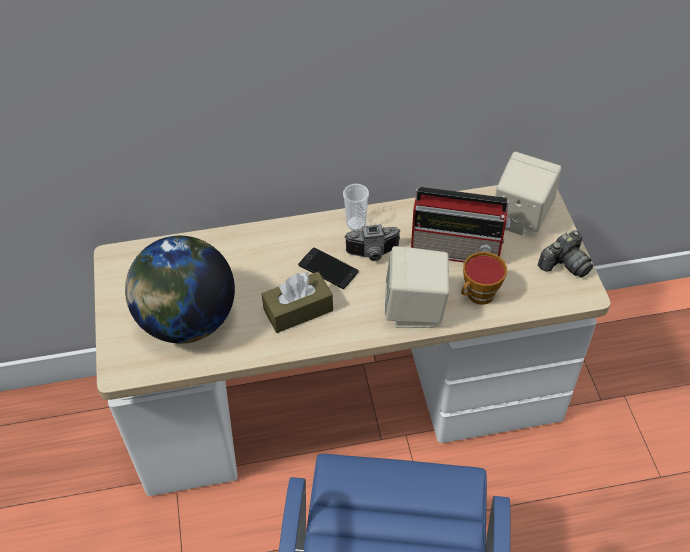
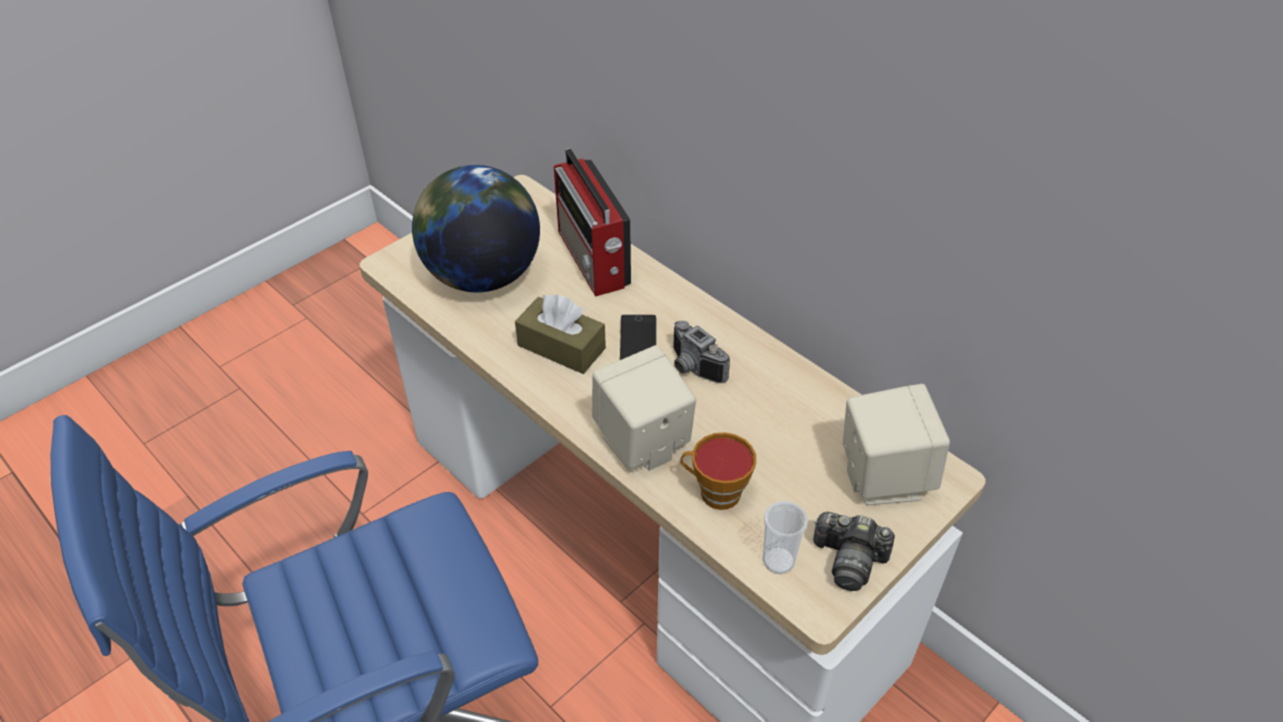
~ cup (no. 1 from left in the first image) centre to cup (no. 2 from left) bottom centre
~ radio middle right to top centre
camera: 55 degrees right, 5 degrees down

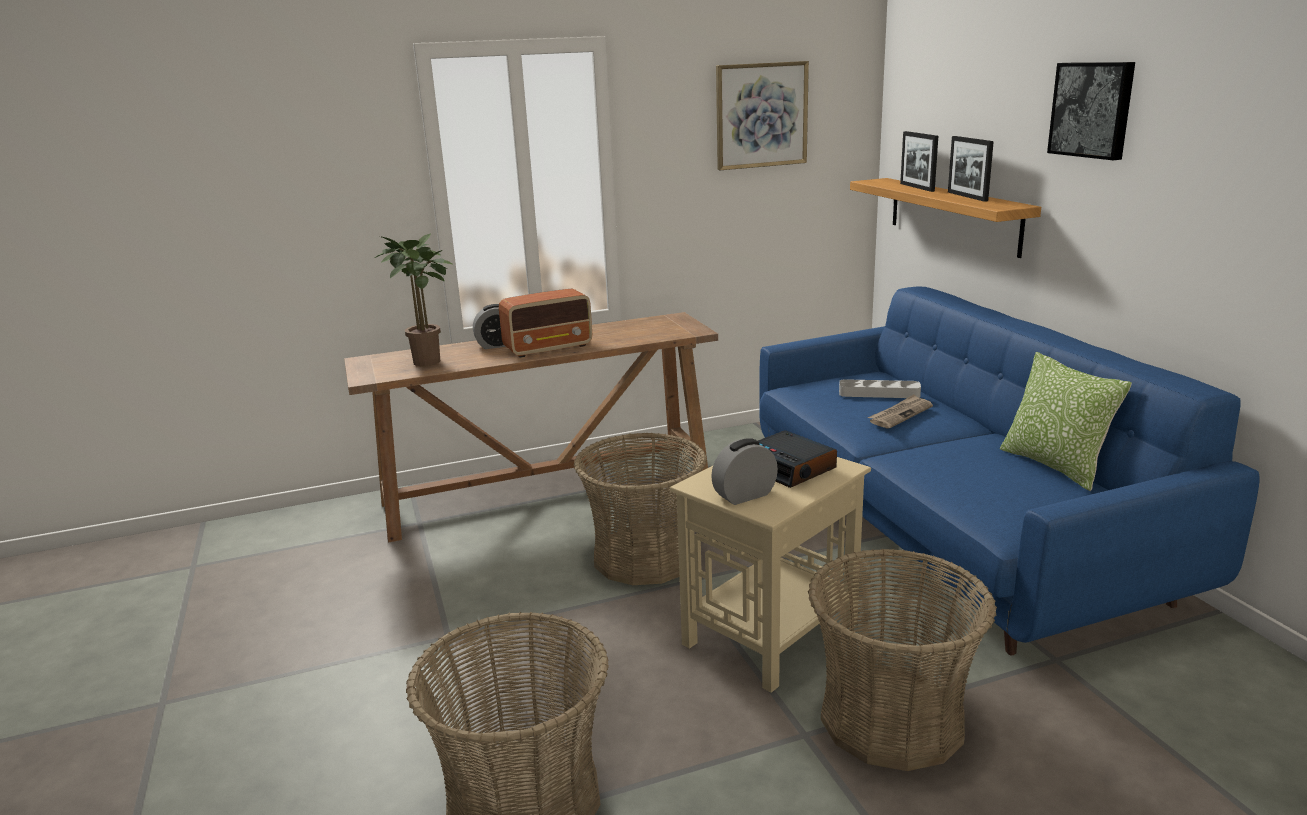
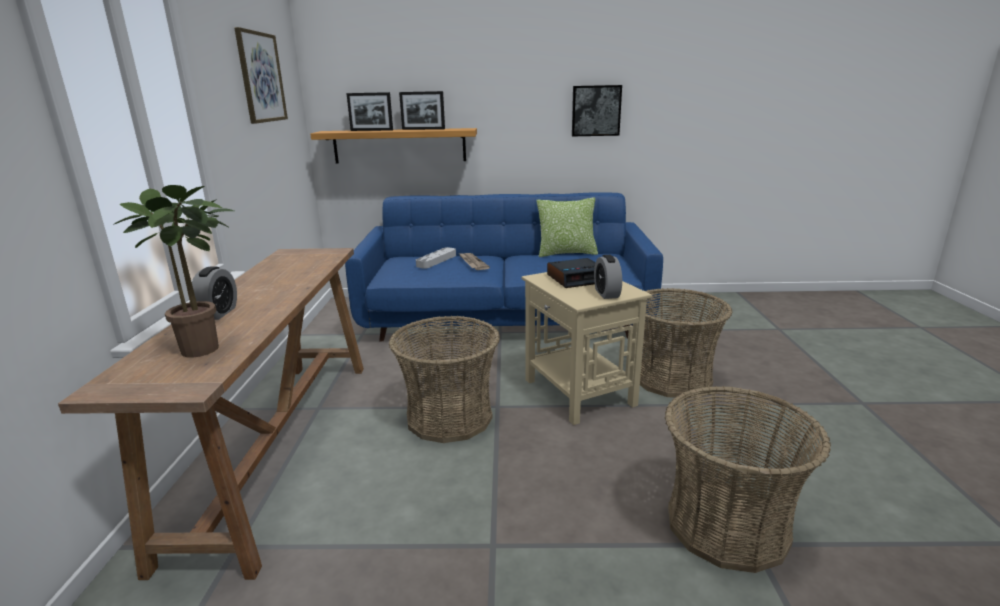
- radio centre
~ picture (no. 2 from left) top right to top centre
camera: 70 degrees left, 0 degrees up

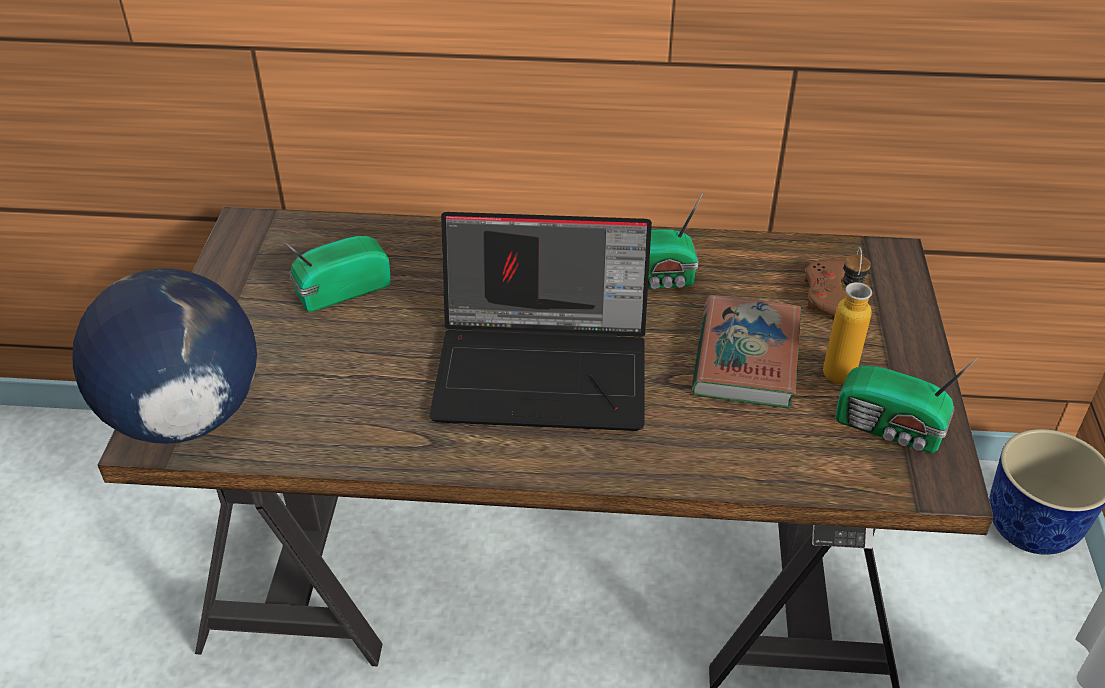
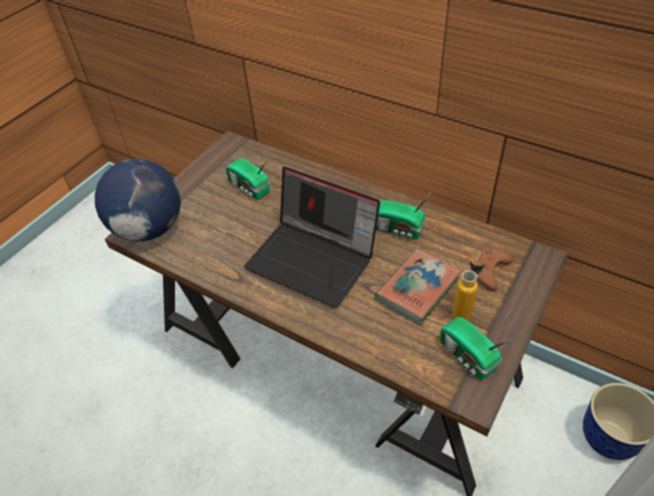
~ radio (no. 1 from left) middle left = centre 135 degrees counterclockwise
camera: 30 degrees right, 5 degrees up

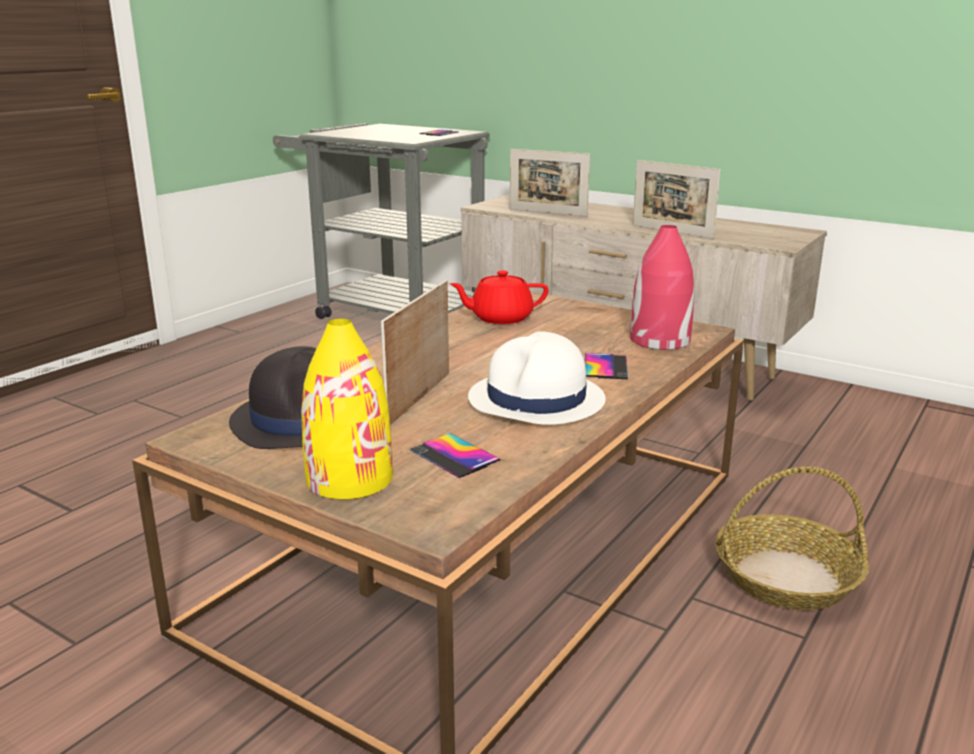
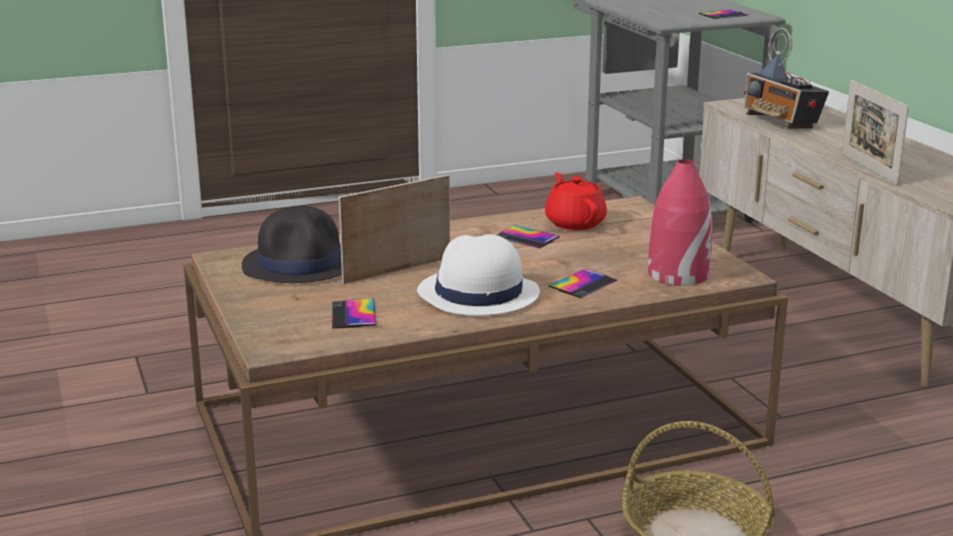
- yellow vase centre
~ red teapot centre = centre 45 degrees clockwise
~ picture frame (no. 2 from left) top centre to radio top right
+ phone (no. 2 from left) centre
camera: 35 degrees right, 0 degrees up

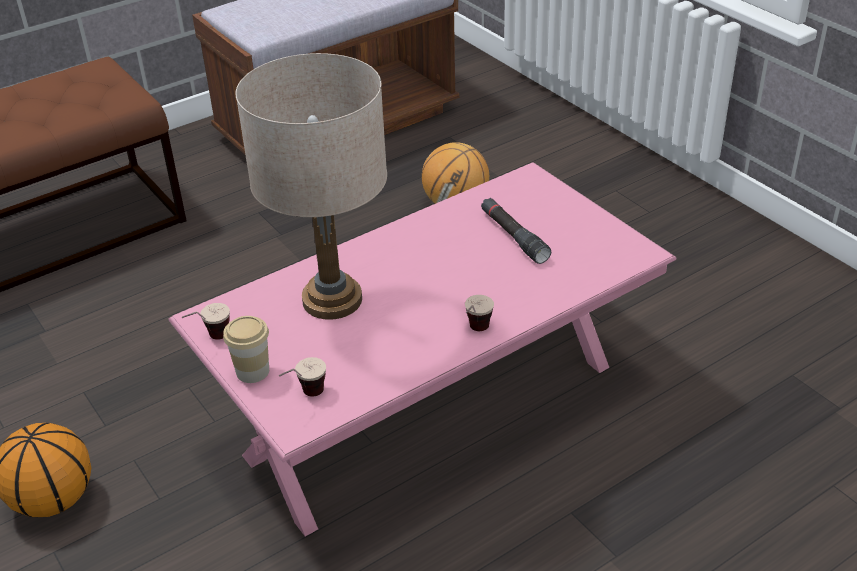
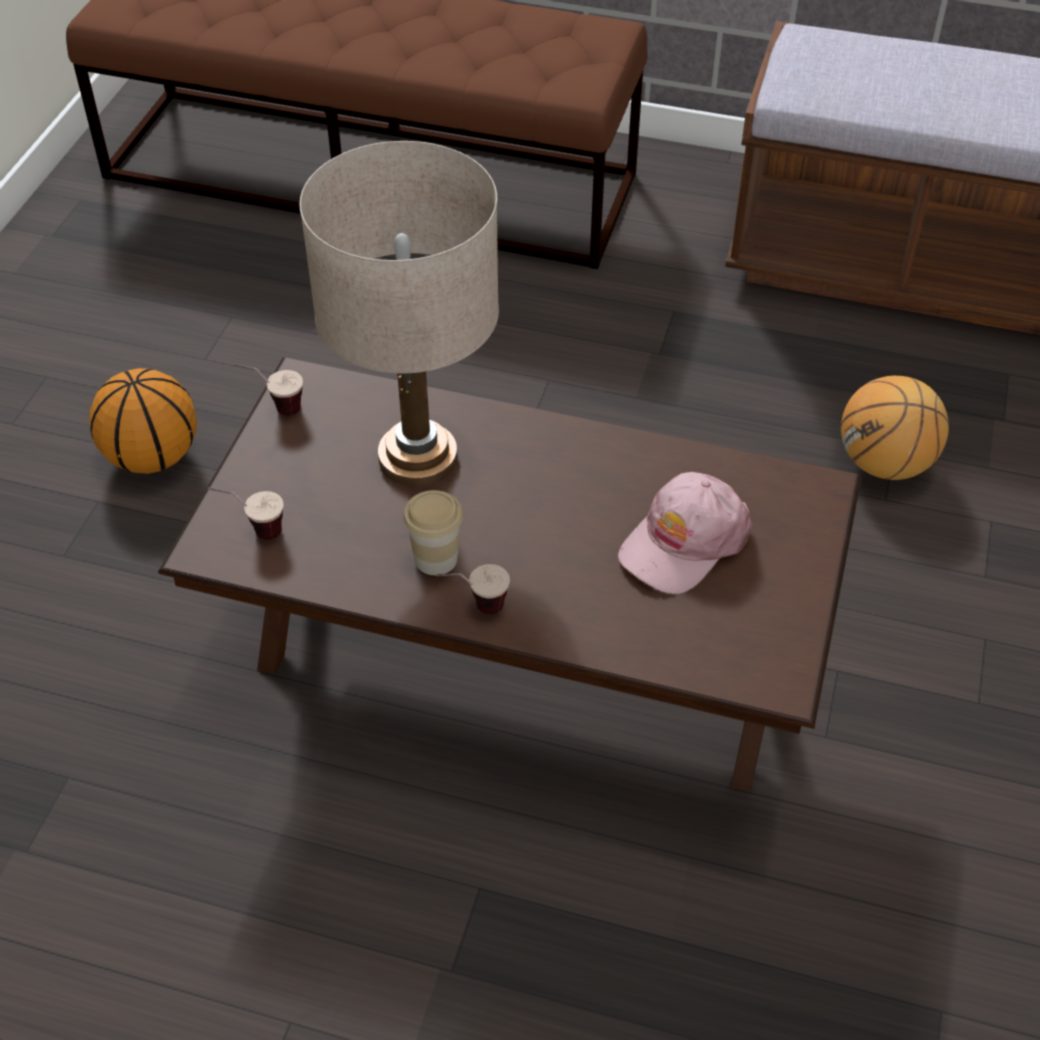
~ pink coffee table centre to brown coffee table centre
~ cup (no. 2 from left in the first image) middle left to cup (no. 3 from left) centre
~ black flashlight centre to pink cap centre
camera: 50 degrees right, 10 degrees up

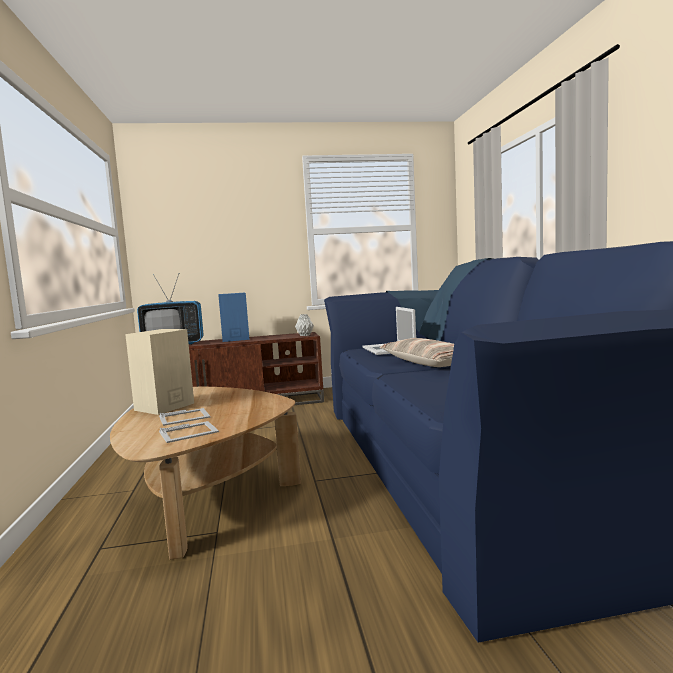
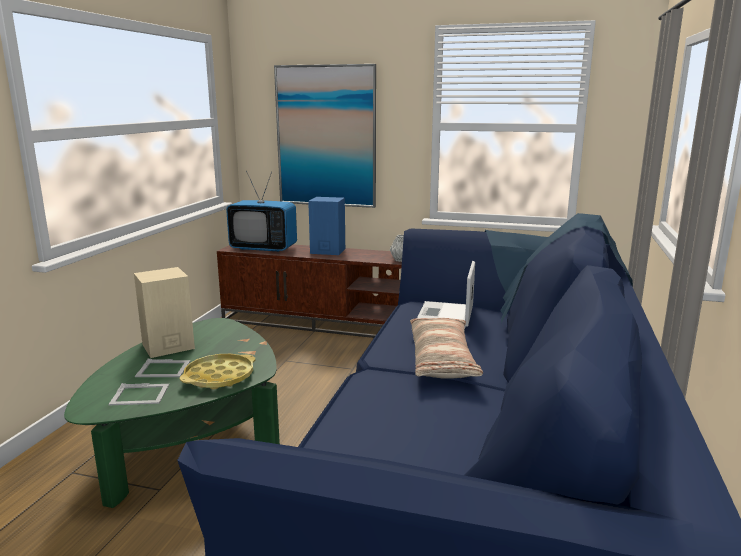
~ brown coffee table bottom left to green coffee table bottom left
+ yellow tray bottom left
+ picture top centre
camera: 25 degrees right, 10 degrees up

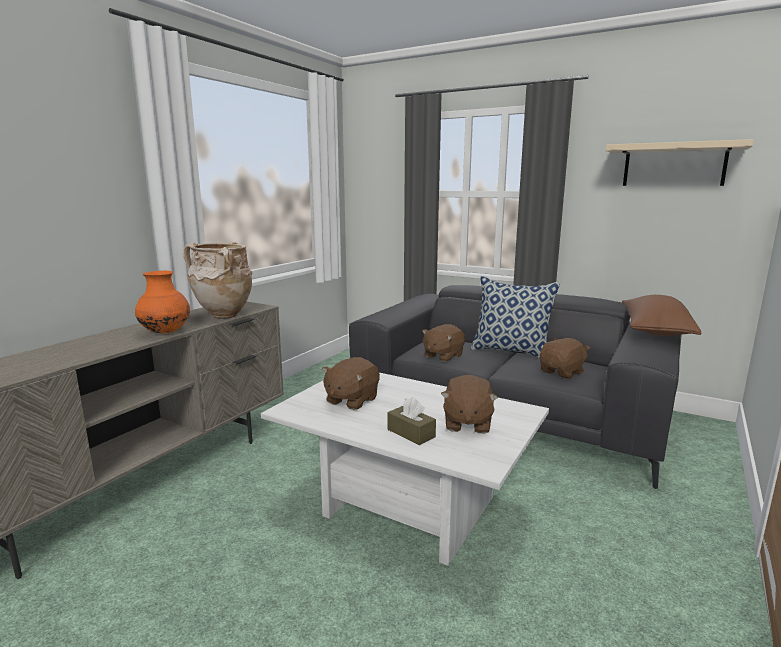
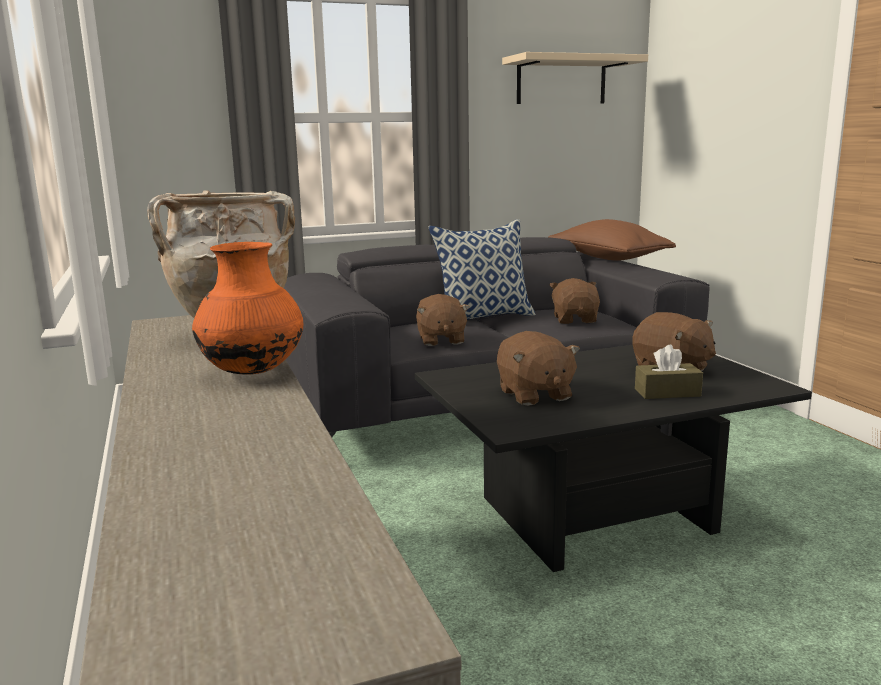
~ white coffee table bottom centre to black coffee table bottom right
camera: 50 degrees left, 0 degrees up

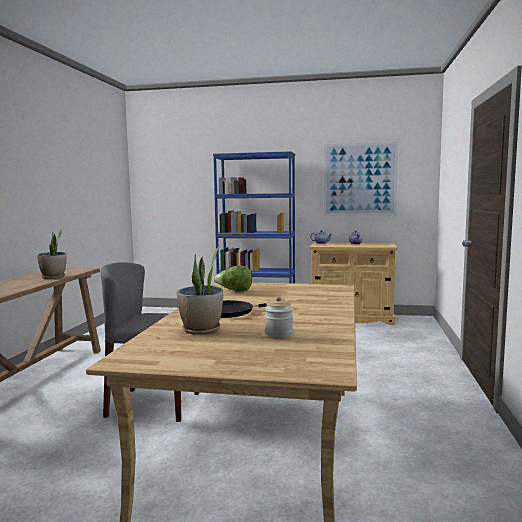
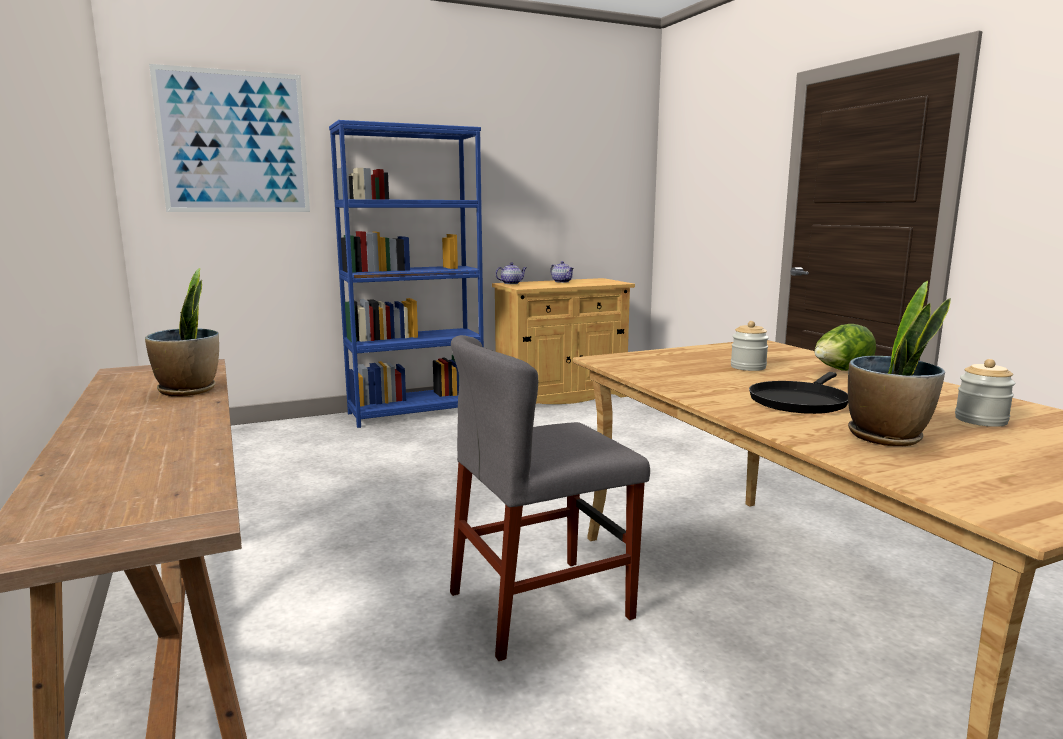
~ lettuce centre to middle right
~ picture middle right to top left
+ jar (no. 1 from left) middle right
camera: 35 degrees left, 5 degrees up

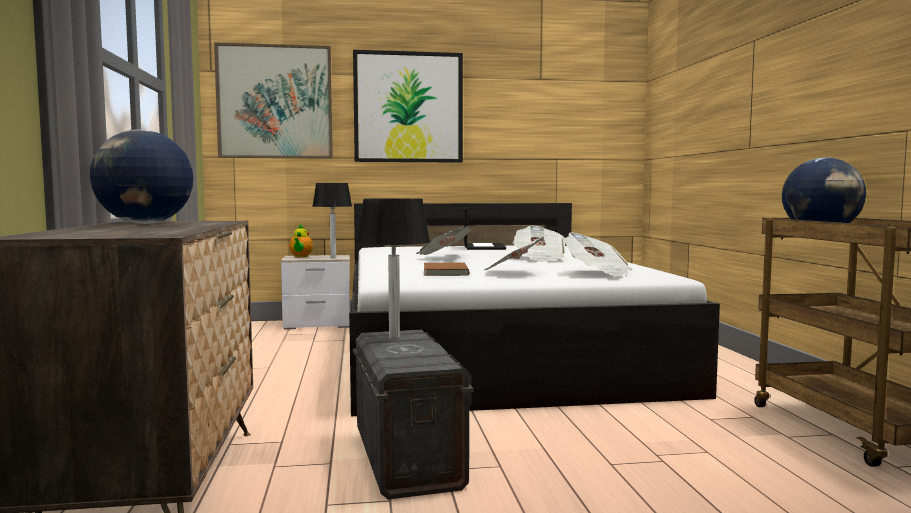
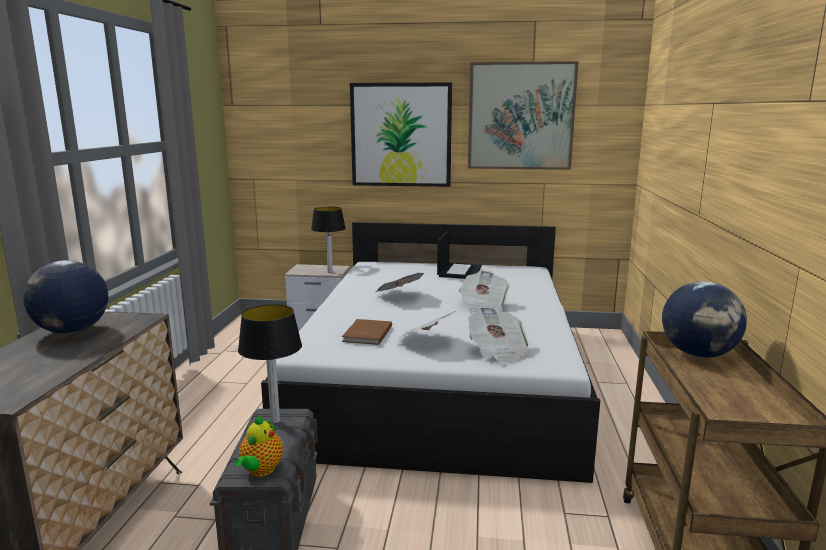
~ picture (no. 1 from left in the first image) top left to picture (no. 2 from left) top centre
~ teapot middle left to bottom left
camera: 15 degrees right, 10 degrees up

